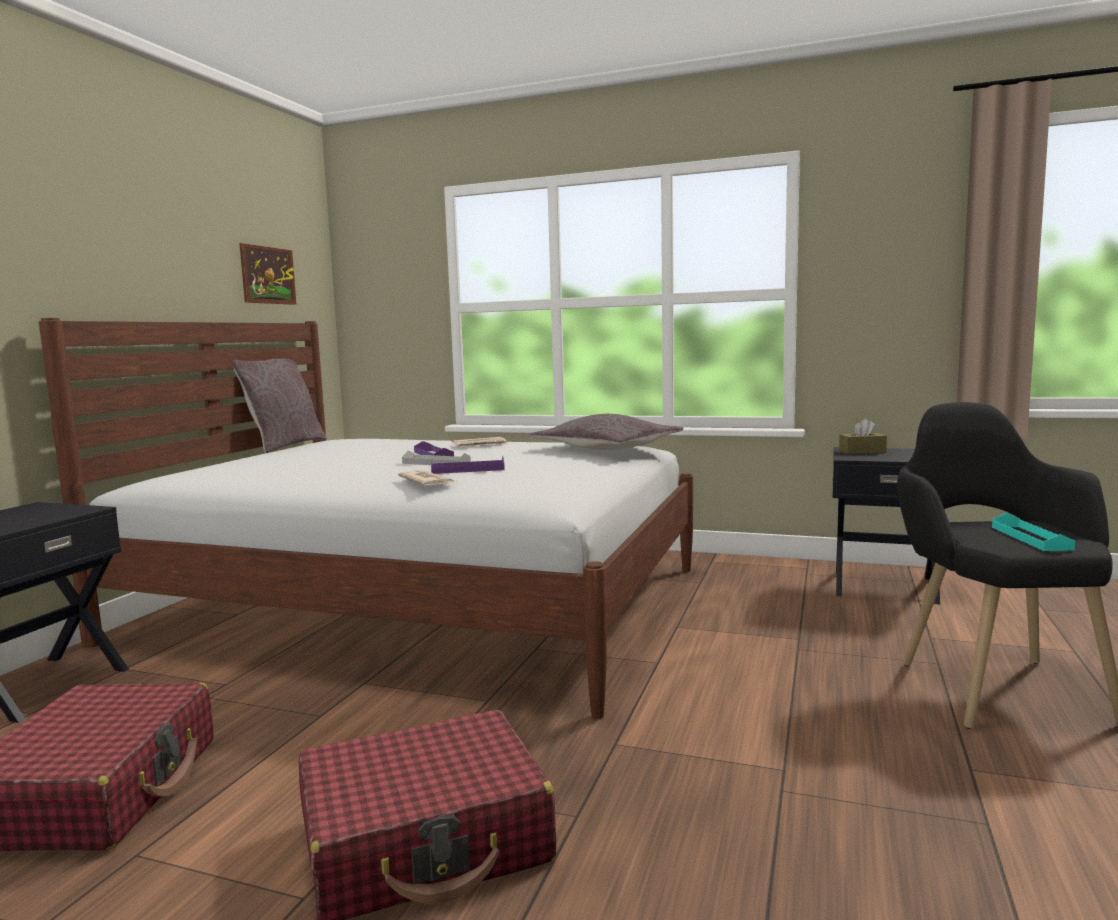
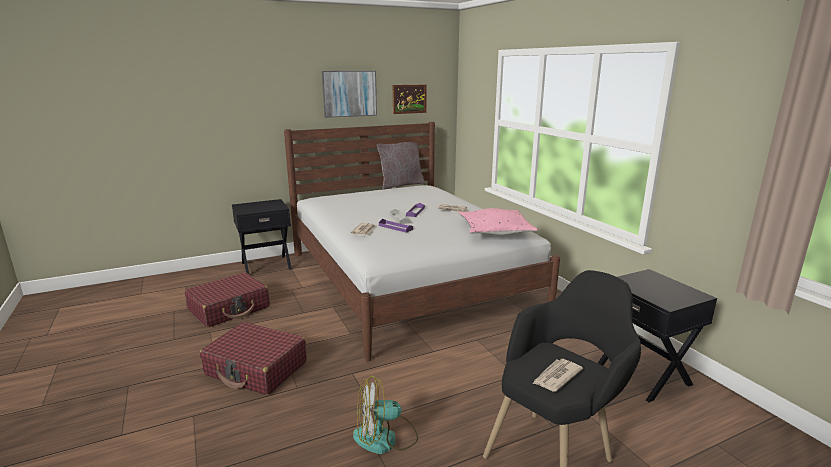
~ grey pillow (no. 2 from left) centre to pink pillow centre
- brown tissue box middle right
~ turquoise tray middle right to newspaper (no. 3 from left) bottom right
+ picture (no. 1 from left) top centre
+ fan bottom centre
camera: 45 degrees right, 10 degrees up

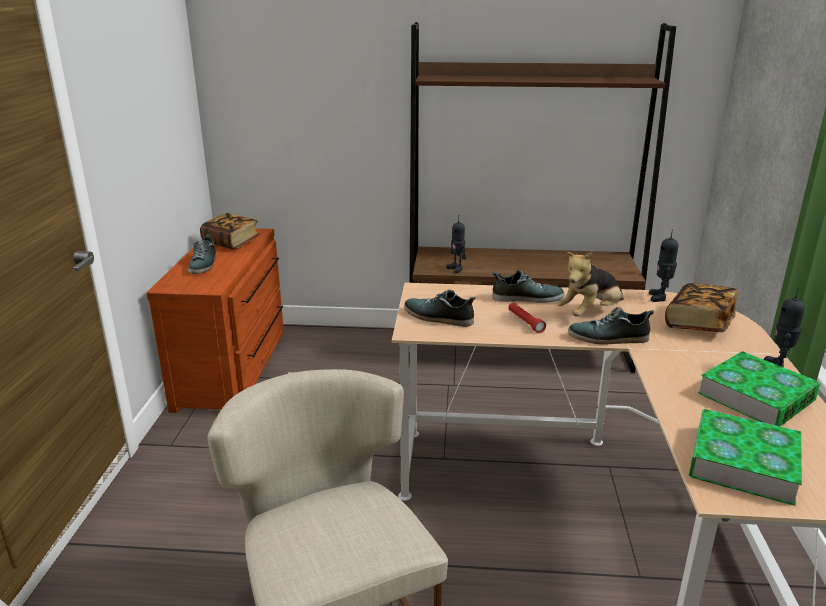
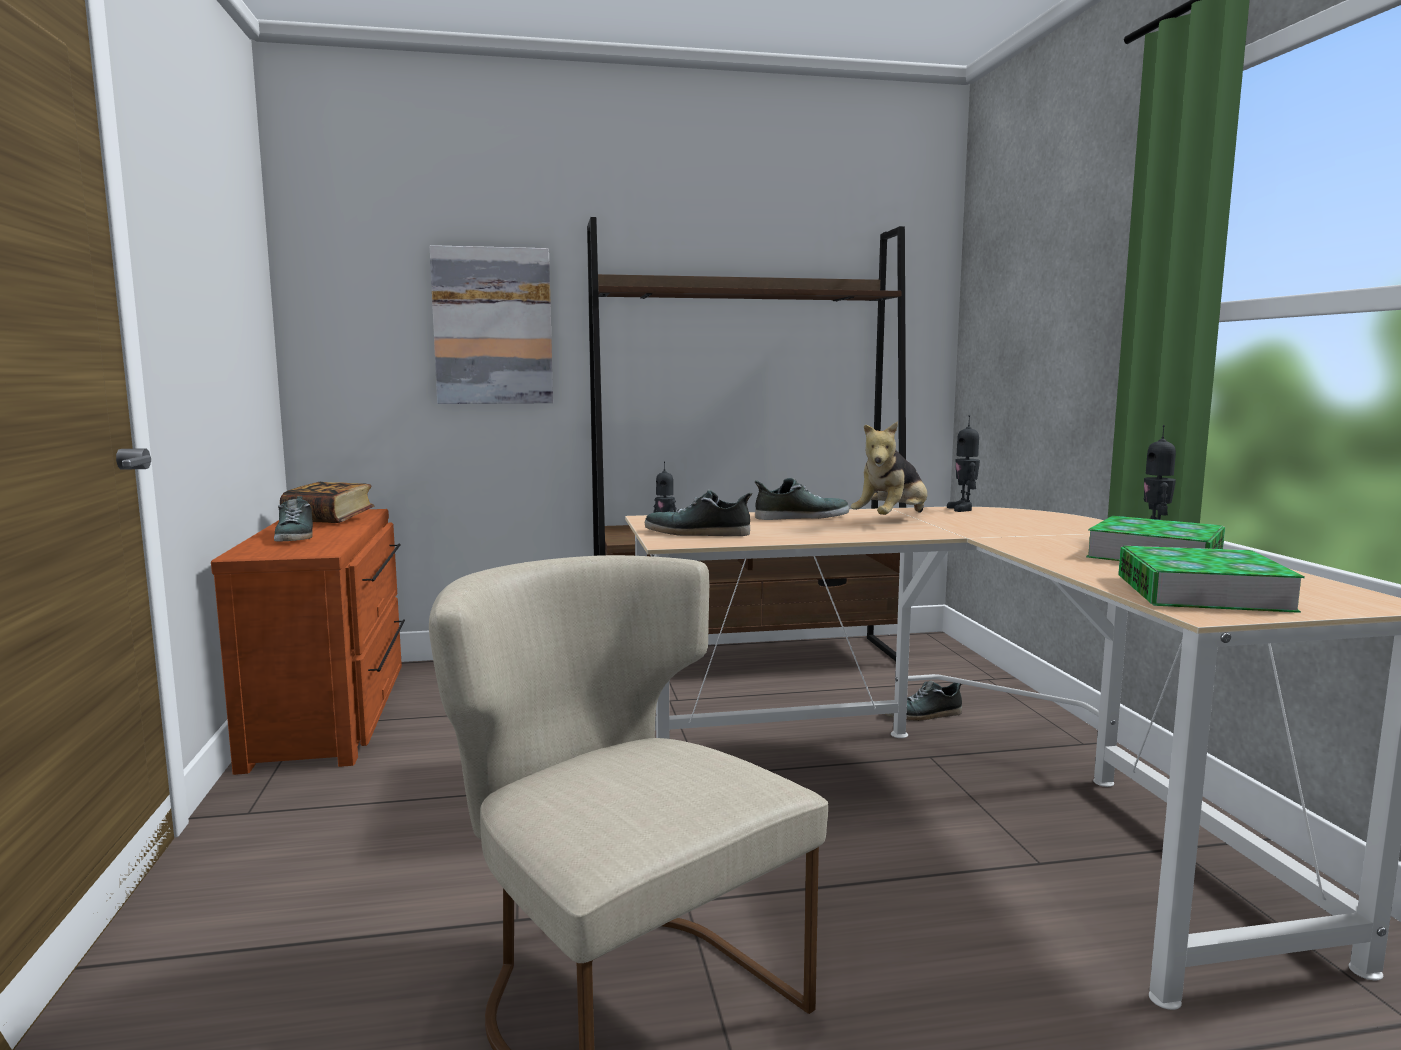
- red flashlight centre
~ shoe (no. 4 from left) middle right to bottom centre
- book (no. 2 from left) middle right
+ picture top centre
camera: 15 degrees left, 15 degrees down

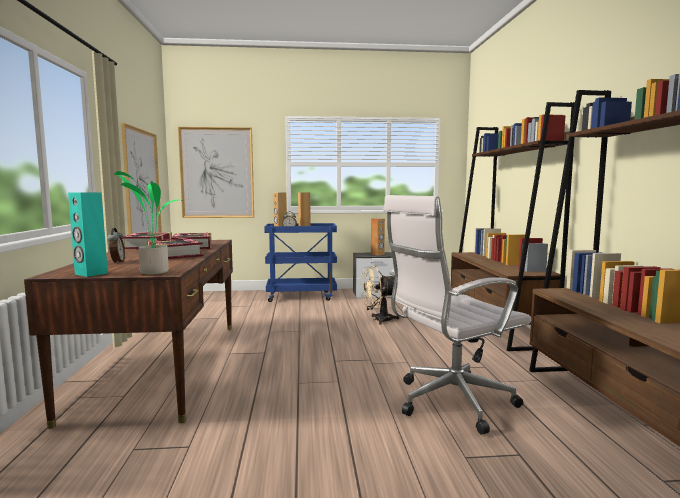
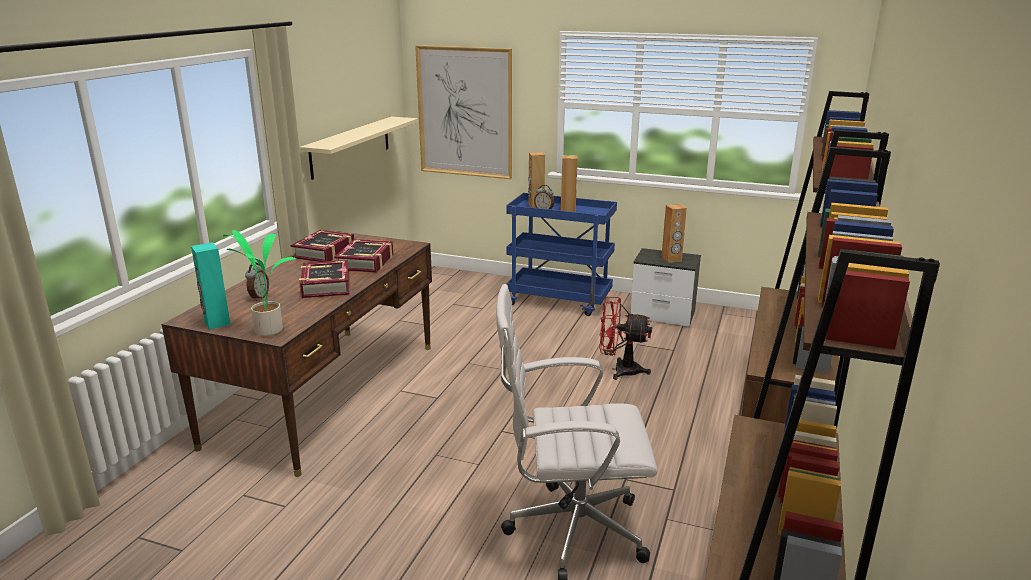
~ picture (no. 1 from left) middle left to beige shelf top centre
~ beige fan centre to red fan centre
camera: 25 degrees right, 15 degrees up

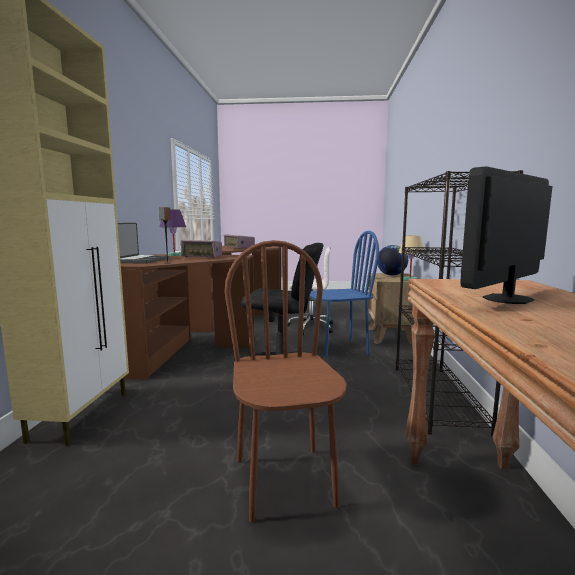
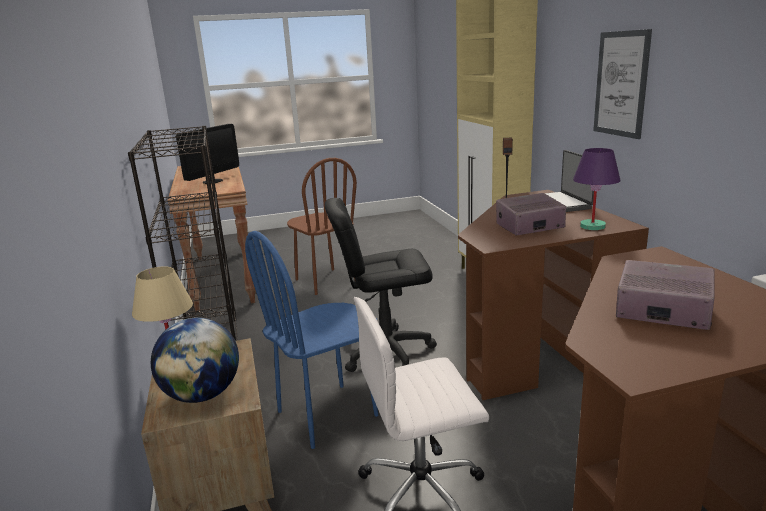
+ picture top right
camera: 160 degrees right, 10 degrees up

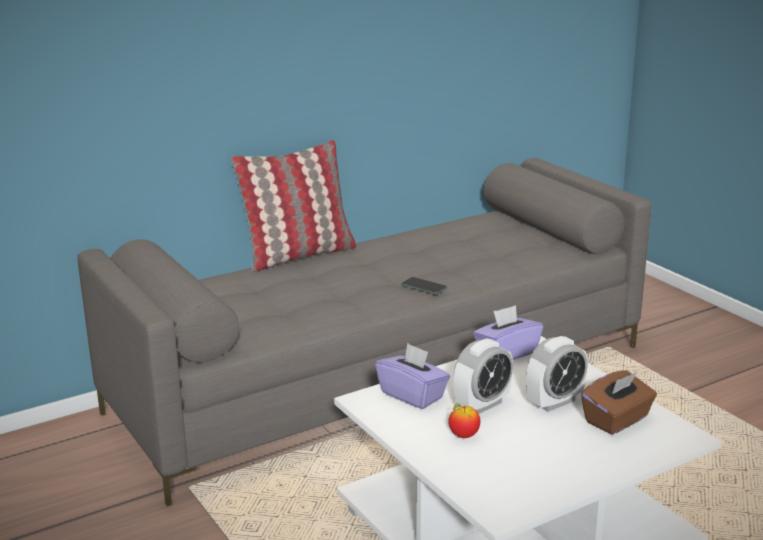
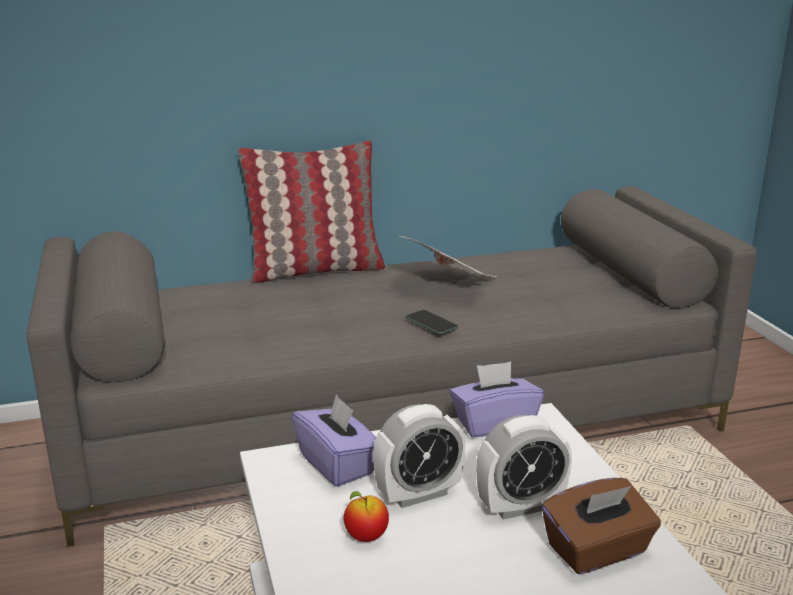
+ newspaper centre
camera: 15 degrees right, 0 degrees up

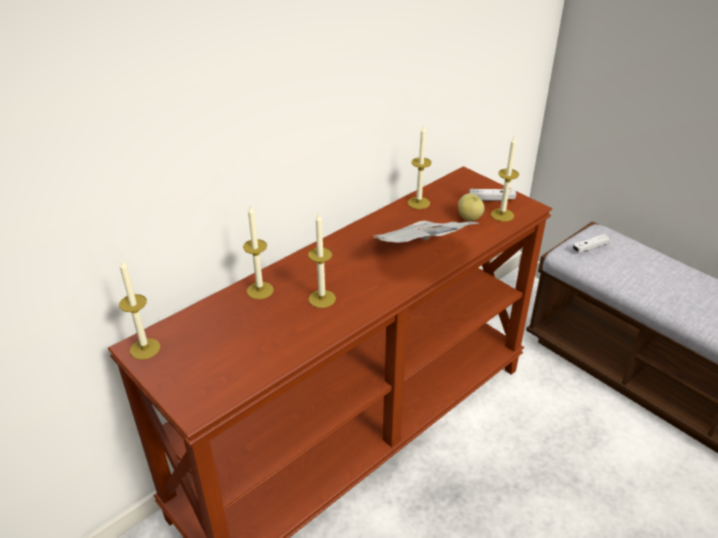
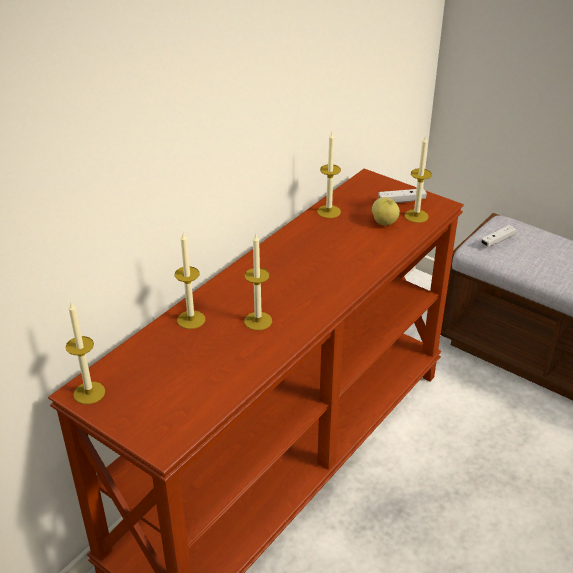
- newspaper centre
camera: 10 degrees left, 0 degrees up

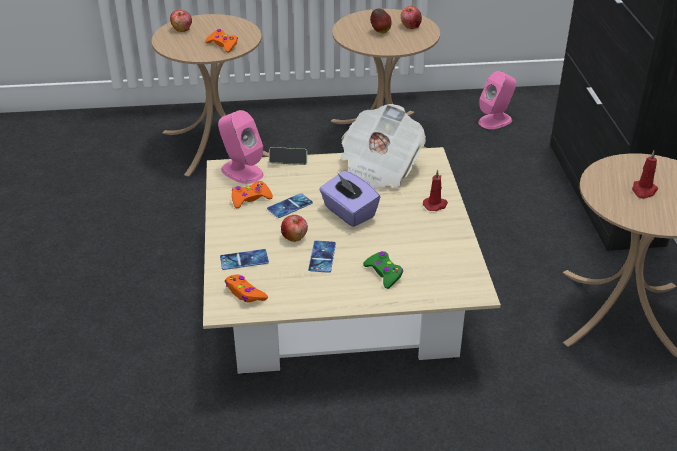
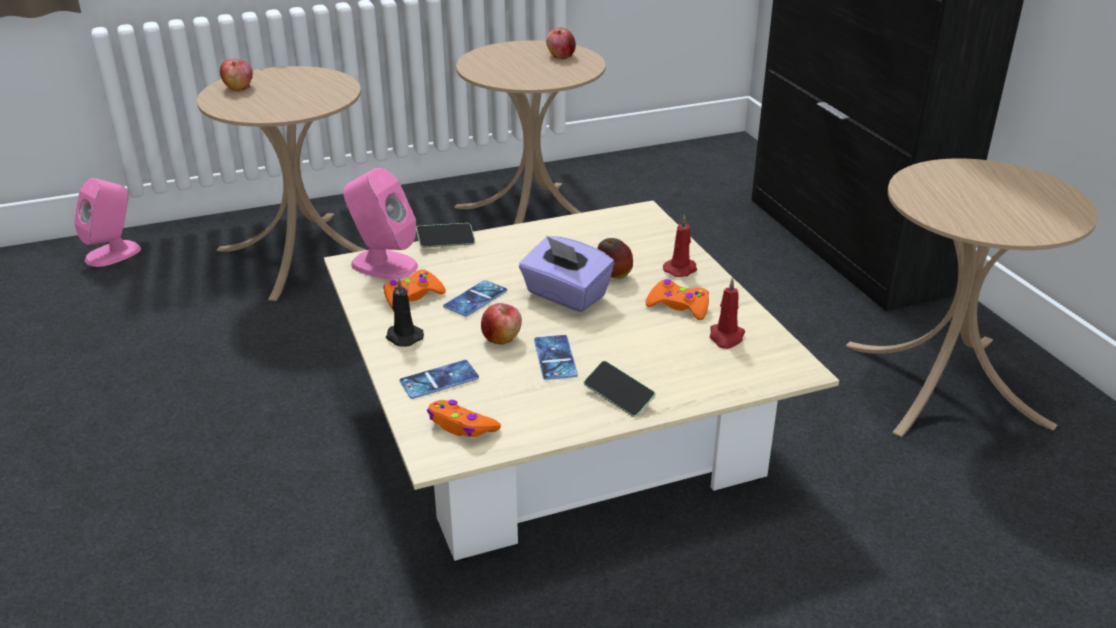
~ orange game controller (no. 1 from left in the first image) top left to orange game controller (no. 3 from left) centre
- newspaper top centre
- green game controller centre
~ apple (no. 3 from left in the first image) top centre to apple (no. 4 from left) centre
~ pink speaker (no. 2 from left in the first image) top right to pink speaker (no. 1 from left) middle left
~ red candle (no. 2 from left) middle right to centre
+ black candle centre
+ phone (no. 5 from left) centre
camera: 15 degrees left, 5 degrees down

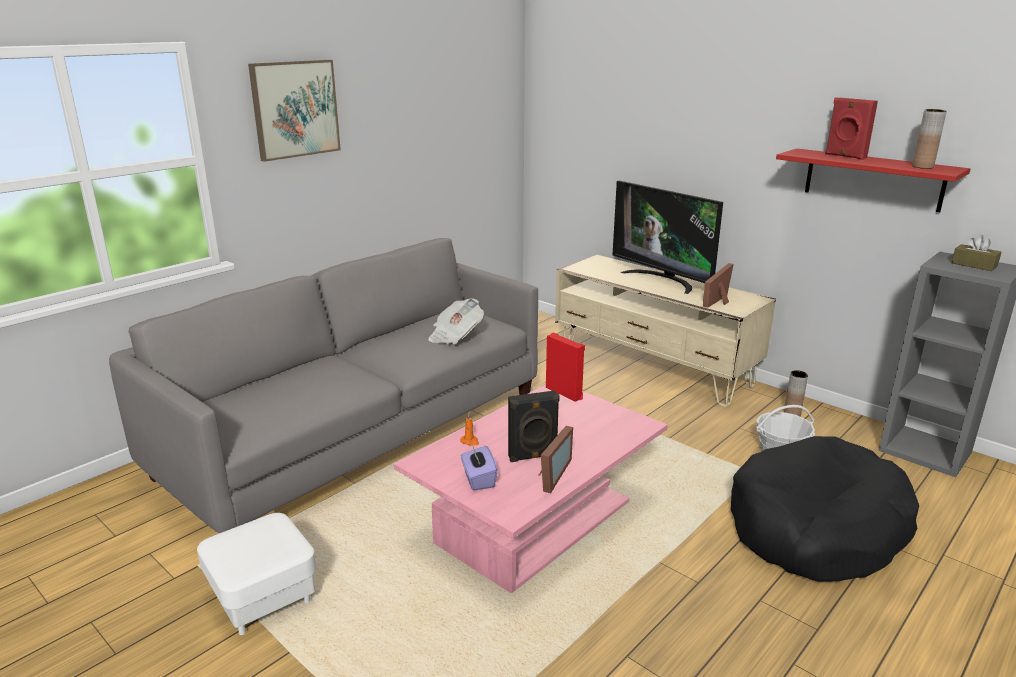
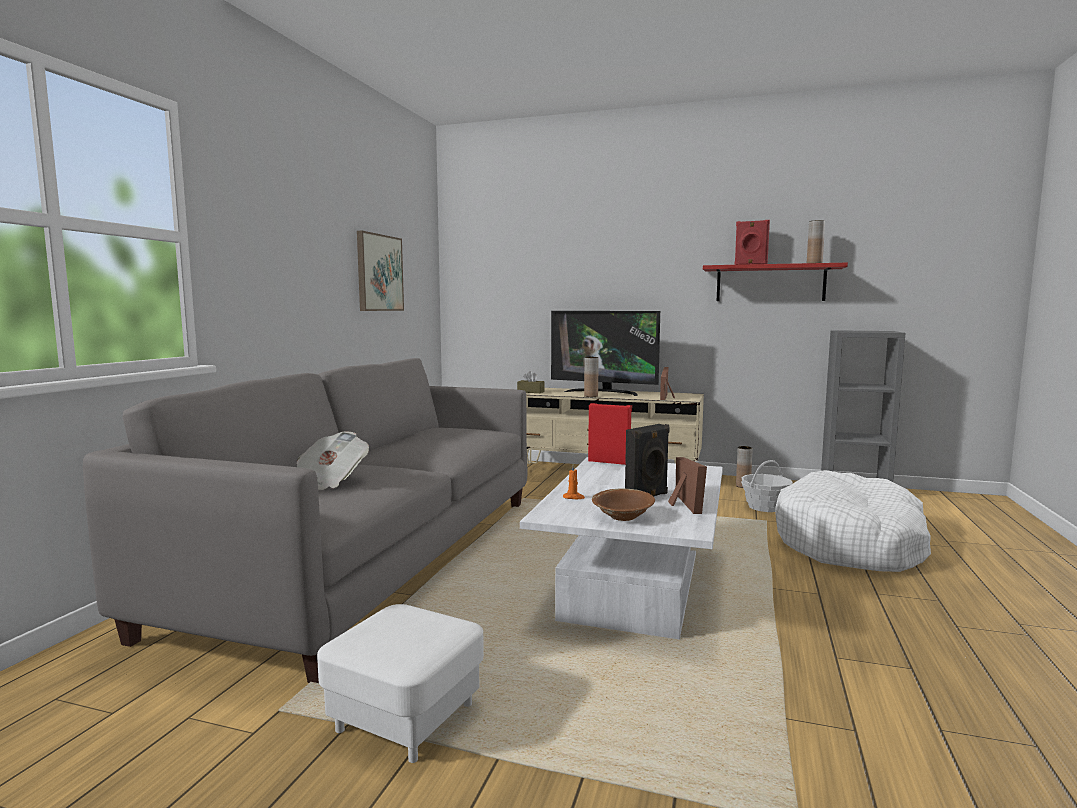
~ picture top left to centre
~ pink coffee table bottom centre to white coffee table bottom centre
~ newspaper centre to middle left
~ purple tissue box bottom centre to brown bowl centre
~ black dog bed bottom right to white dog bed middle right
~ brown tissue box middle right to centre
+ brown vase (no. 1 from left) centre
camera: 25 degrees left, 15 degrees down

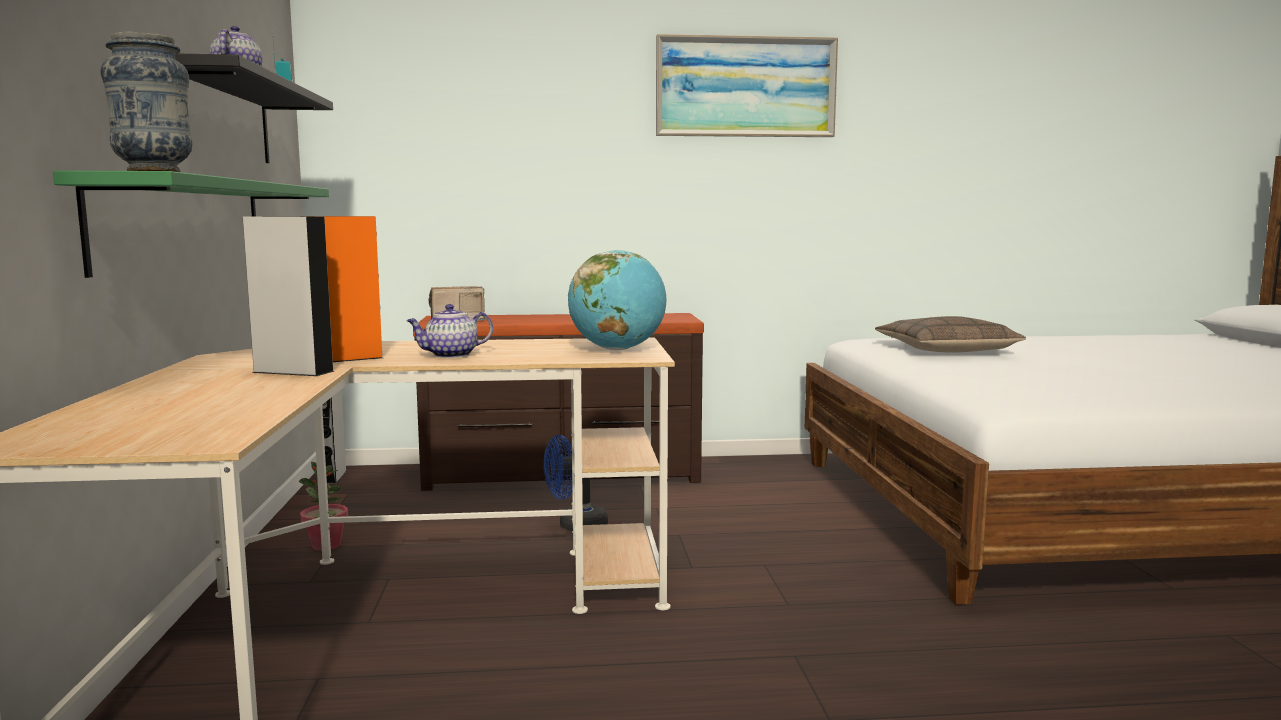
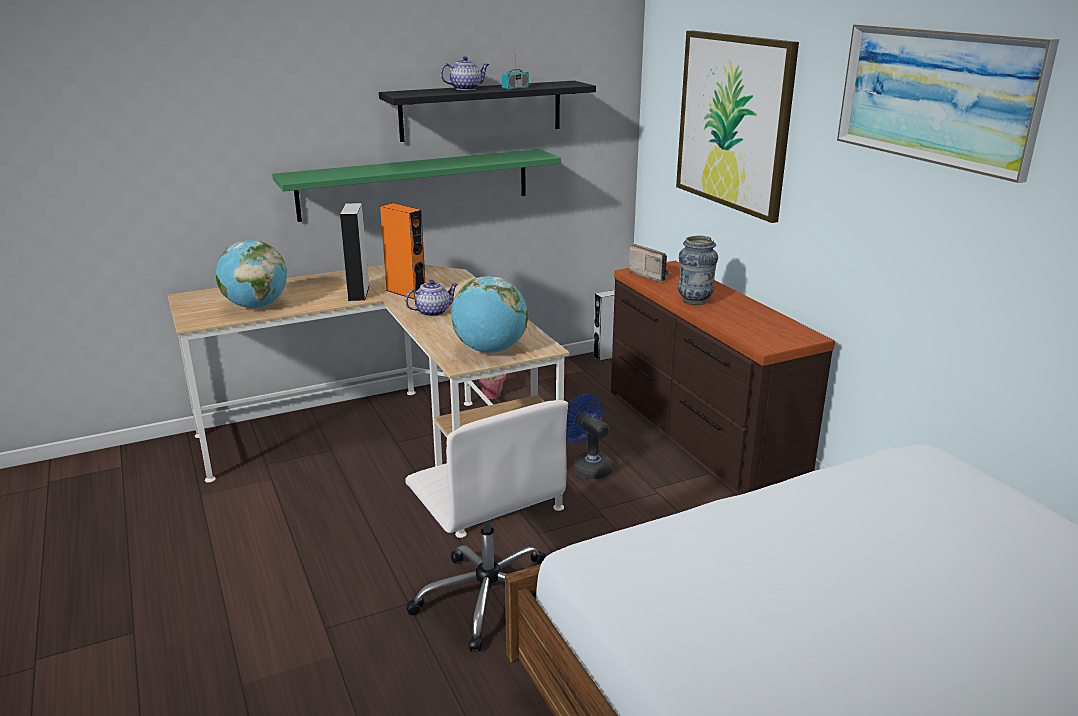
~ vase top left to centre
~ teapot (no. 2 from left in the first image) centre = centre 105 degrees clockwise
- pillow middle right
+ globe (no. 1 from left) middle left
+ white office chair bottom centre
+ picture (no. 1 from left) top right
camera: 70 degrees right, 15 degrees up

